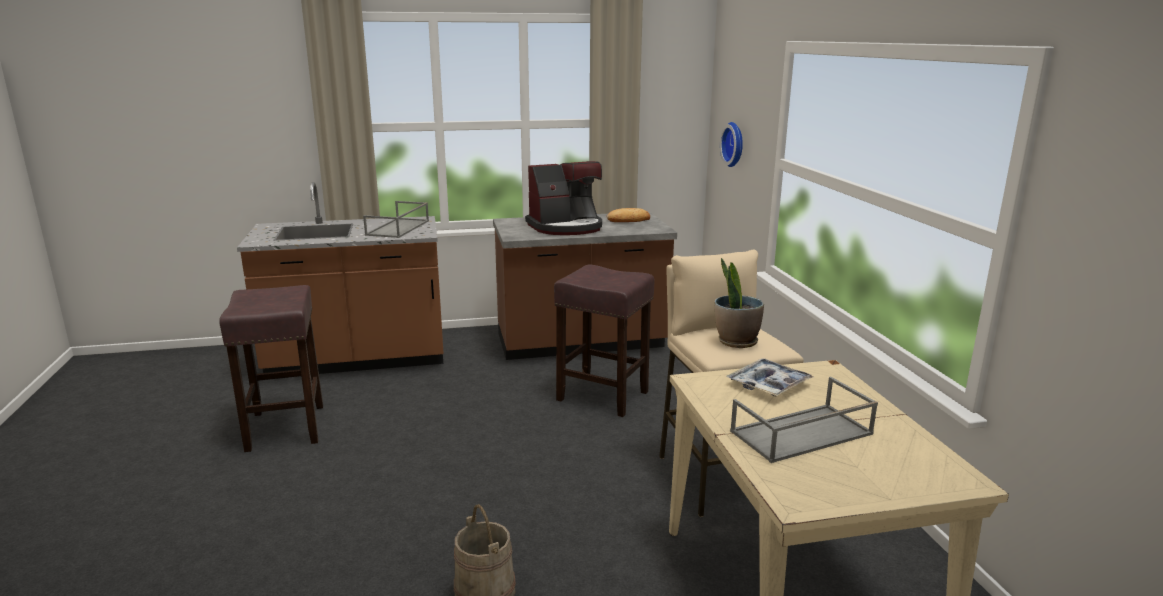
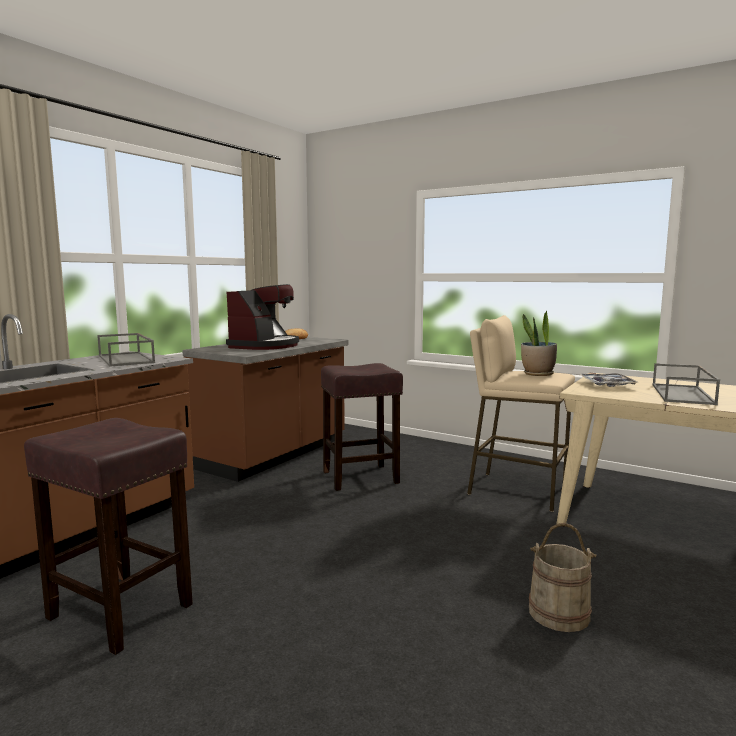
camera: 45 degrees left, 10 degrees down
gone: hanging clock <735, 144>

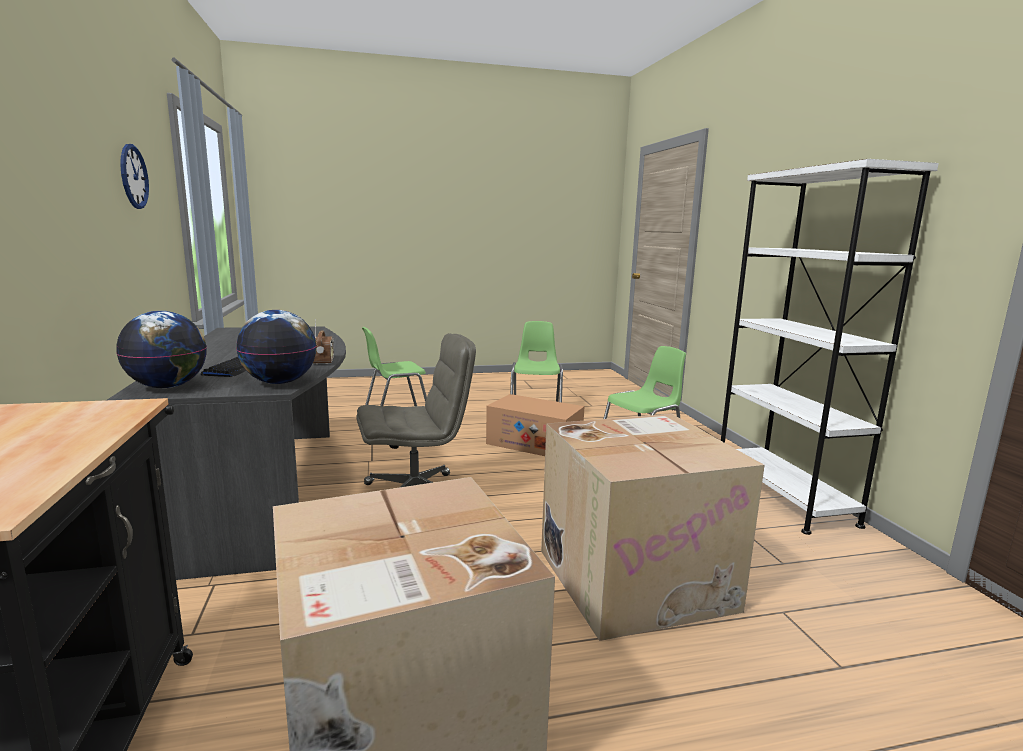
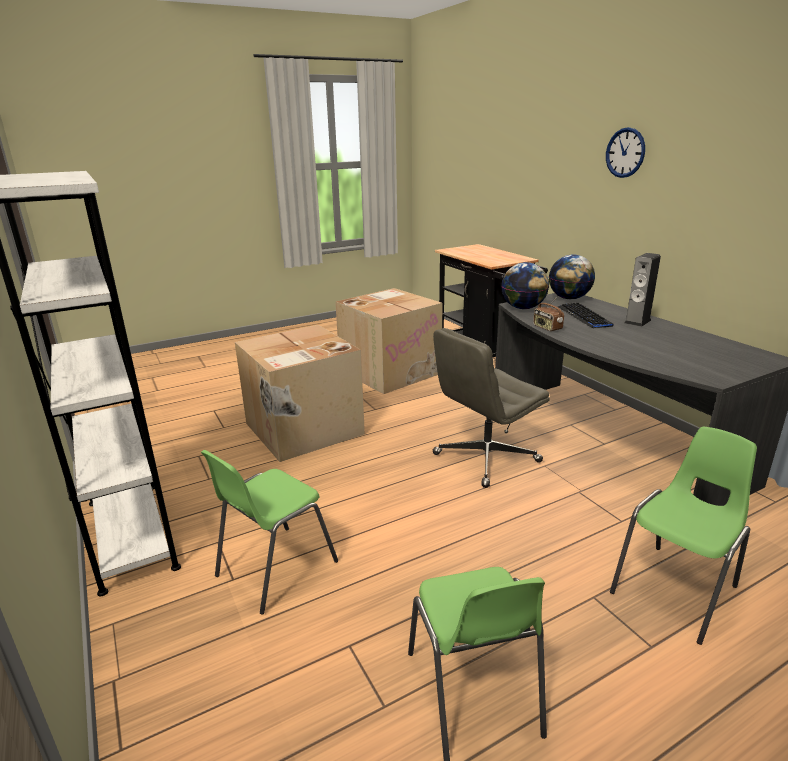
camera: 165 degrees right, 10 degrees up
gone: packing box <534, 443>
new: loudspeaker <637, 321>
shifted: hanging clock <133, 176> to <625, 152>

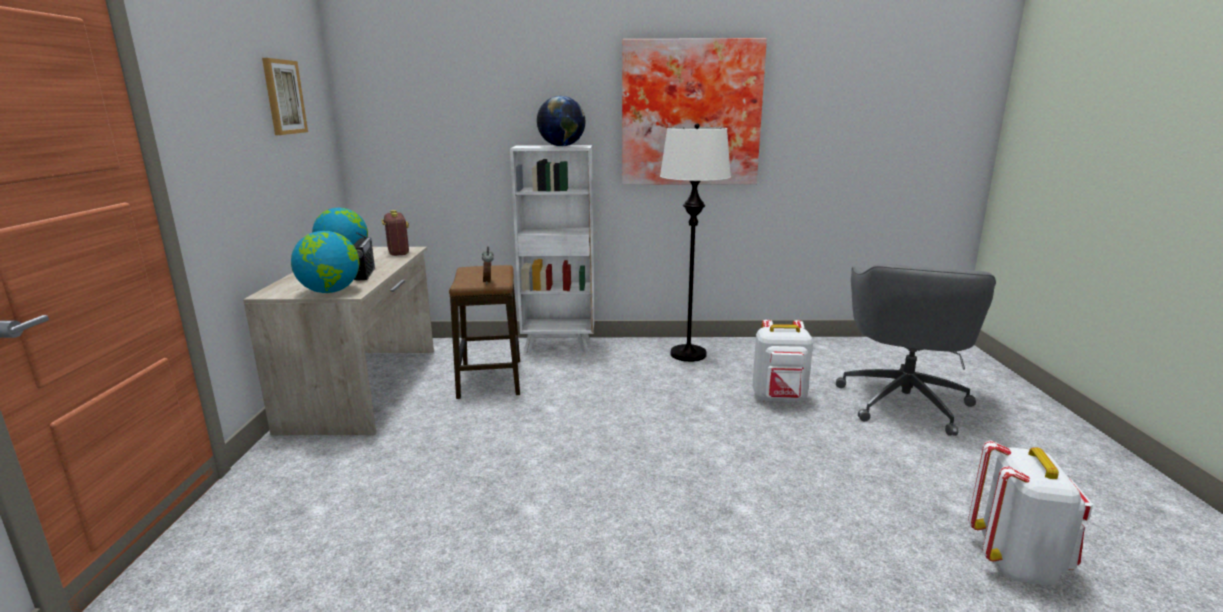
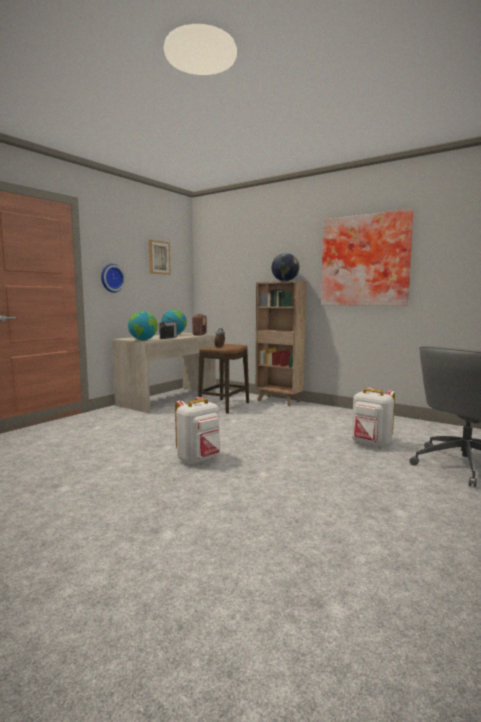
camera: 35 degrees right, 10 degrees down
gone: floor lamp (white-coloured) <688, 354>
new: hanging clock <111, 278>
shifted: knapsack (white-coloured) <1017, 562> to <199, 460>
repainted: bookcase (white-coloured) <559, 345> to bookcase (brown) <279, 401>

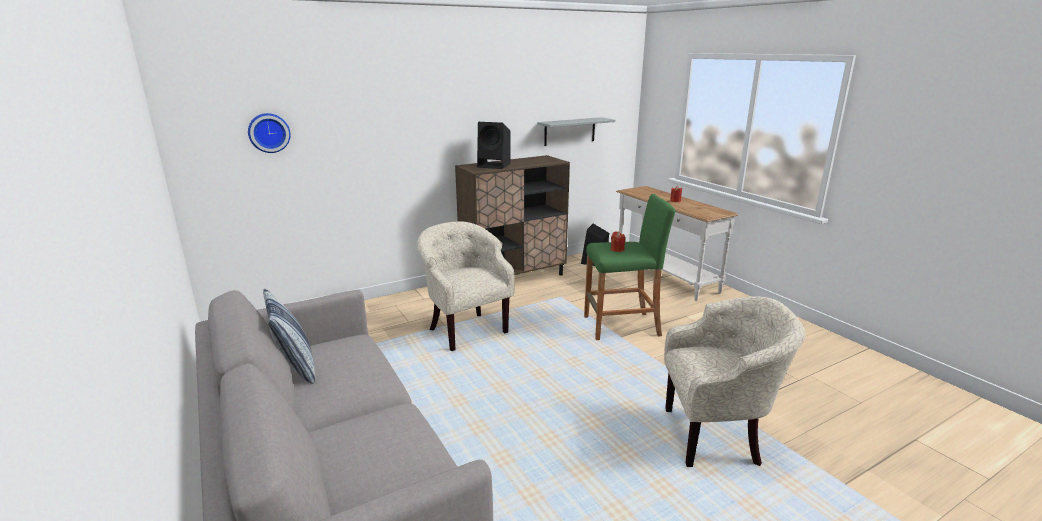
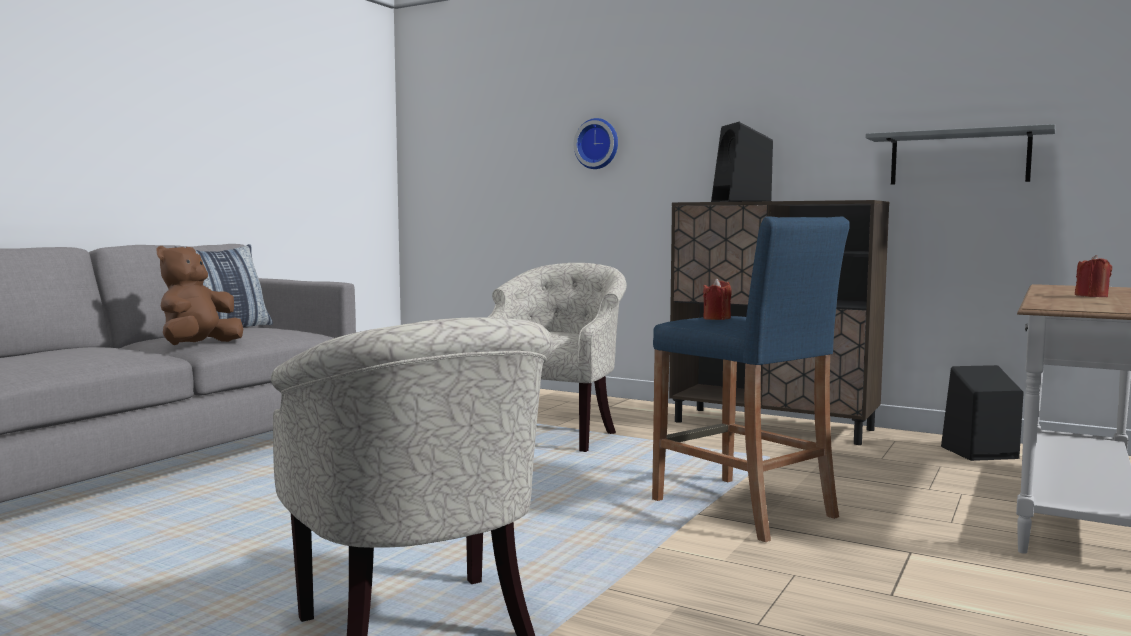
camera: 60 degrees right, 15 degrees down
new: plush toy (brown) <198, 346>
shifted: hanging clock <269, 132> to <597, 144>
repainted: sitting stool (green-coloured) <621, 326> to sitting stool (bluish) <742, 509>

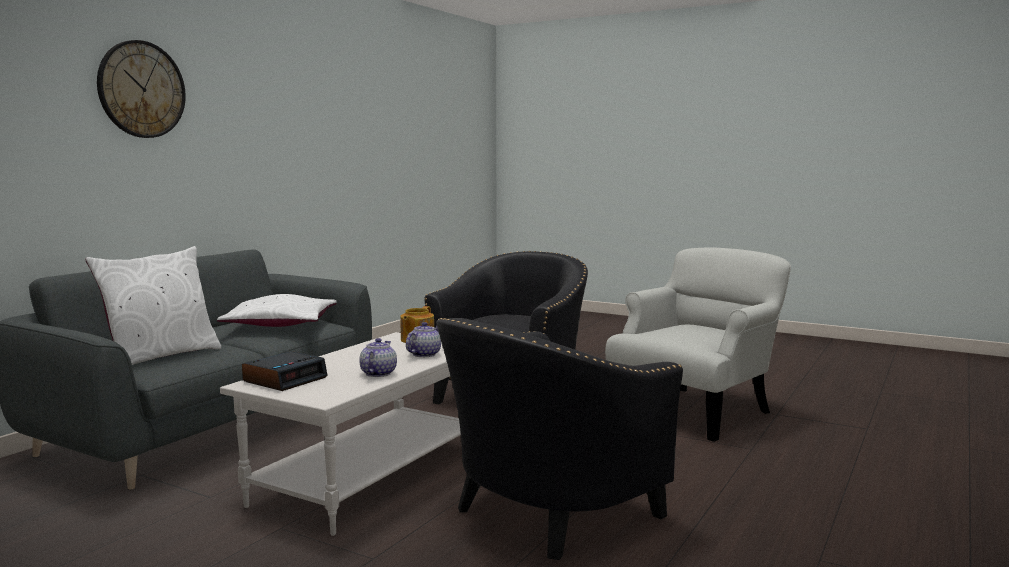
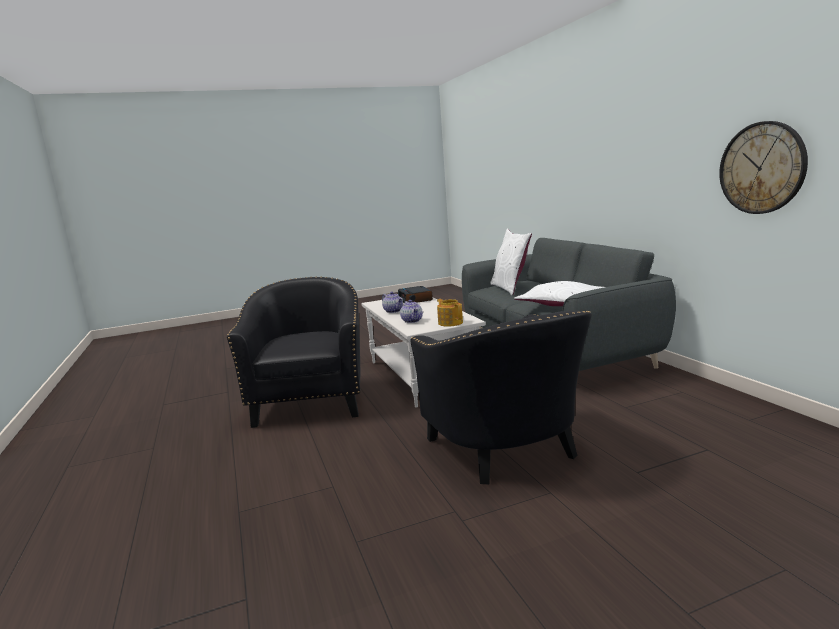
camera: 130 degrees right, 5 degrees up
gone: easy chair (white-coloured) <695, 410>
shifted: hanging clock <141, 89> to <762, 168>

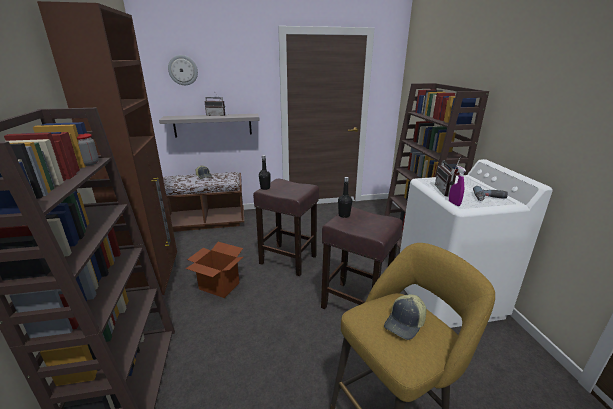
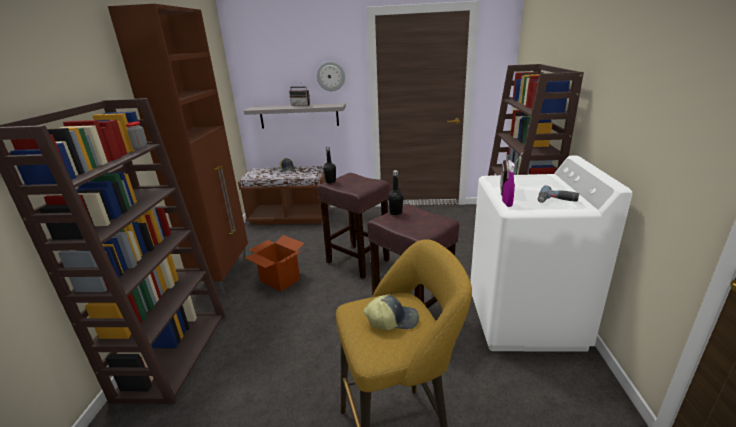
camera: 15 degrees right, 0 degrees up
shifted: hanging clock <183, 70> to <331, 76>
rotated: peaked cap <405, 323> = <392, 319> 150 degrees counterclockwise

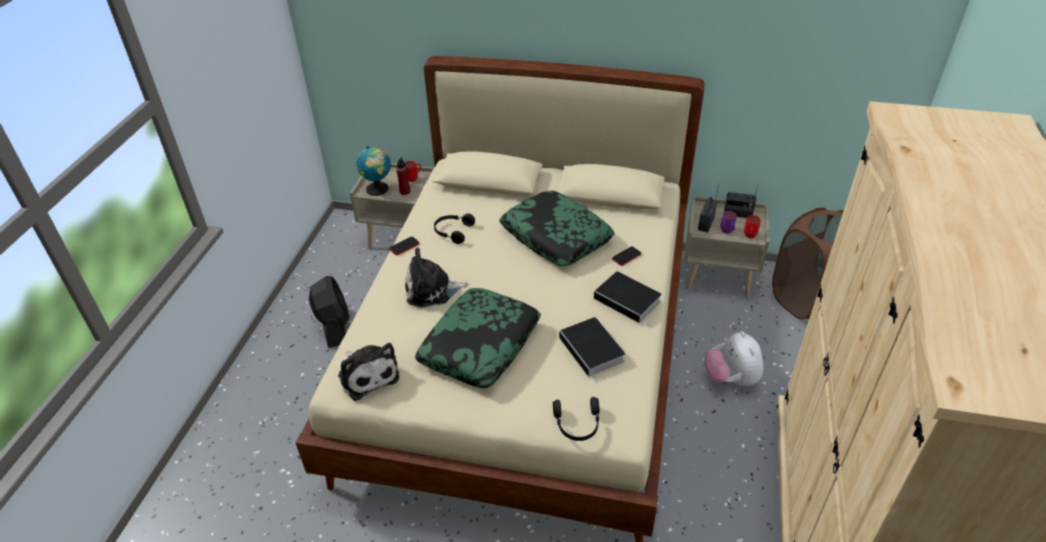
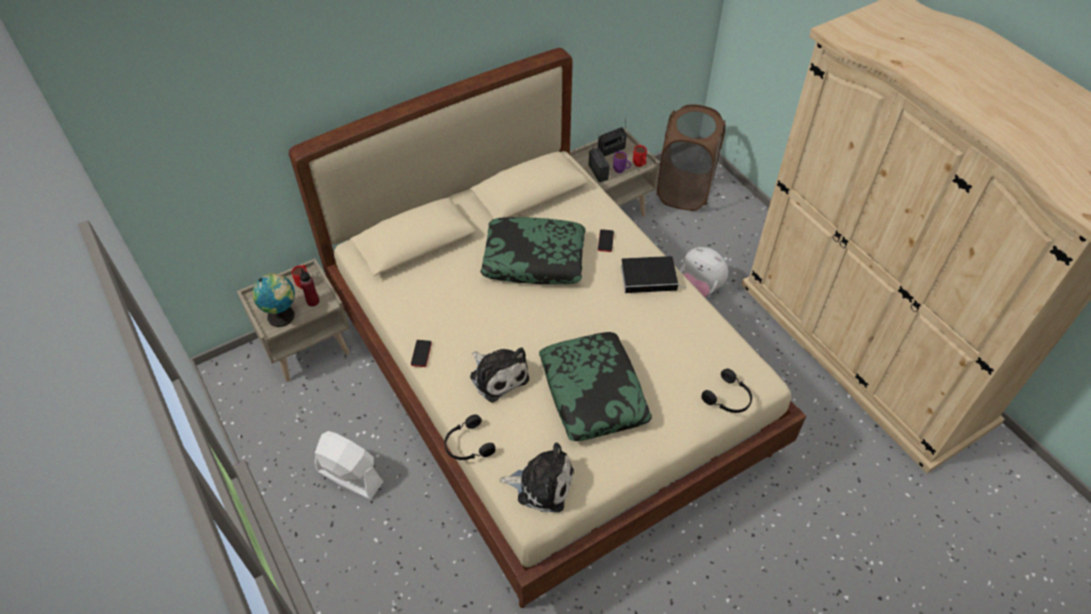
camera: 45 degrees left, 10 degrees up
gone: bound book <593, 350>
shifted: headset (black) <452, 231> to <467, 445>
repainted: electric fan (black) <334, 326> to electric fan (white-coloured) <349, 476>
rotated: plush toy <432, 290> = <497, 375> 75 degrees counterclockwise

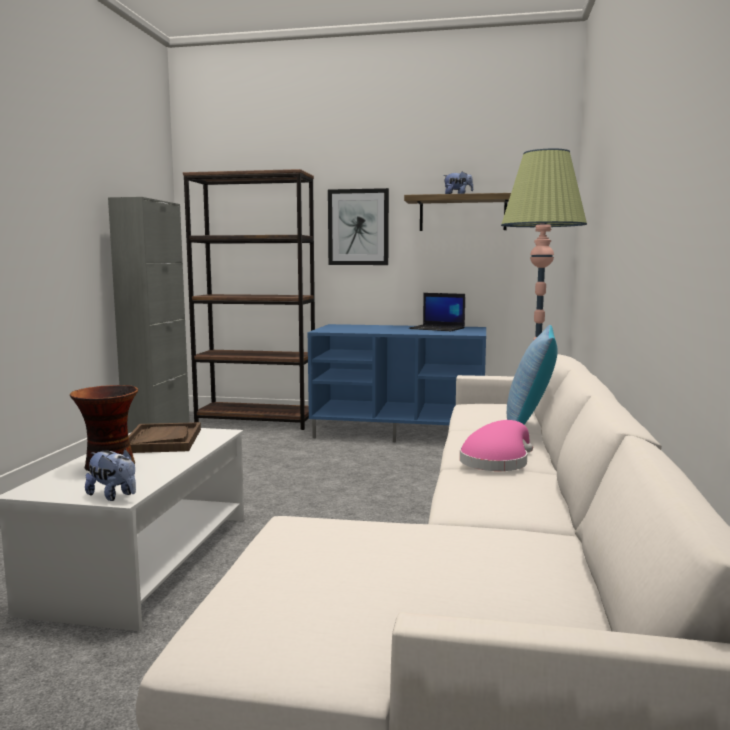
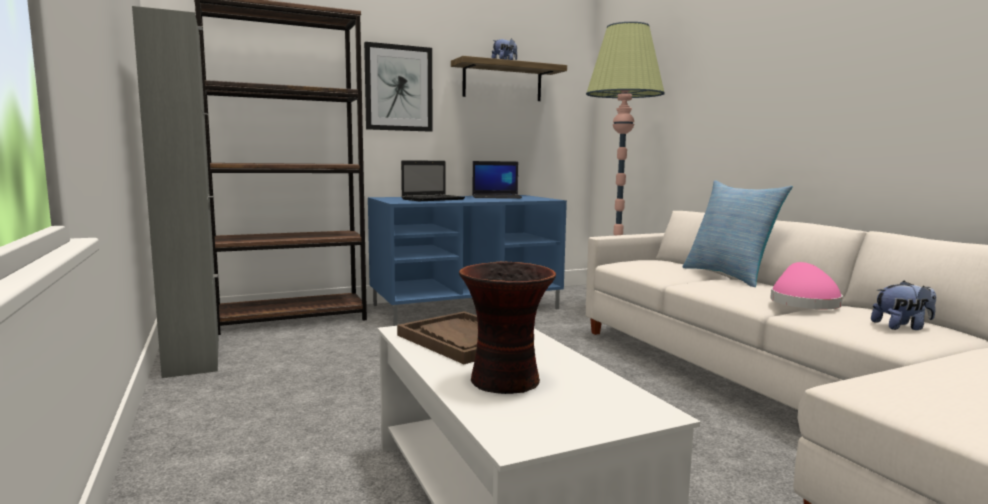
camera: 35 degrees left, 0 degrees up
new: portable computer <434, 199>
shifted: plush toy <113, 496> to <902, 327>

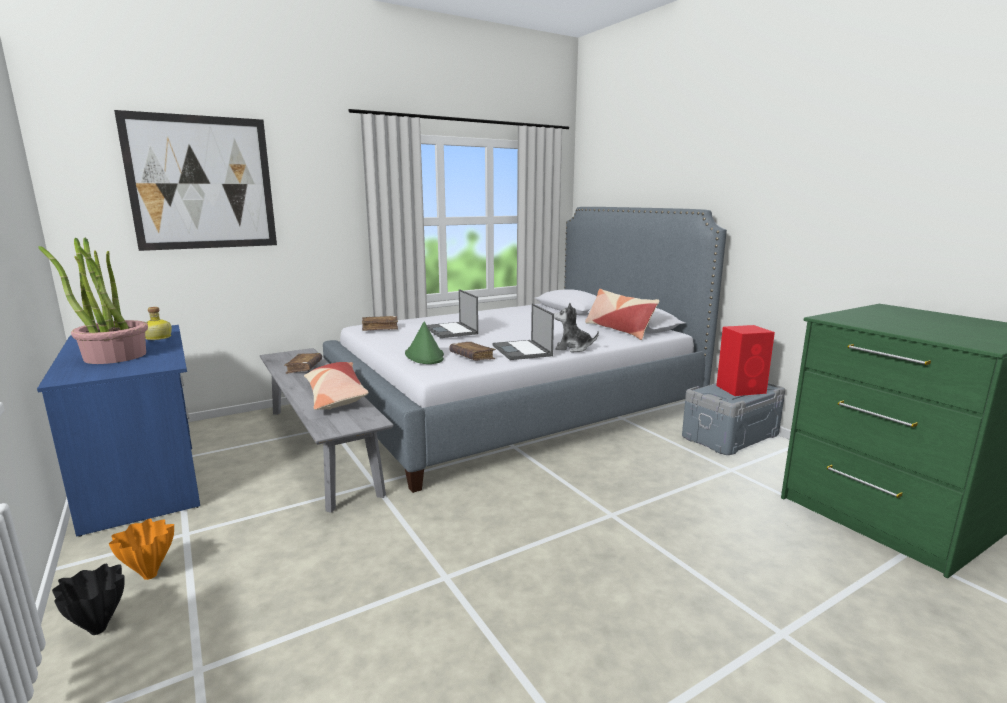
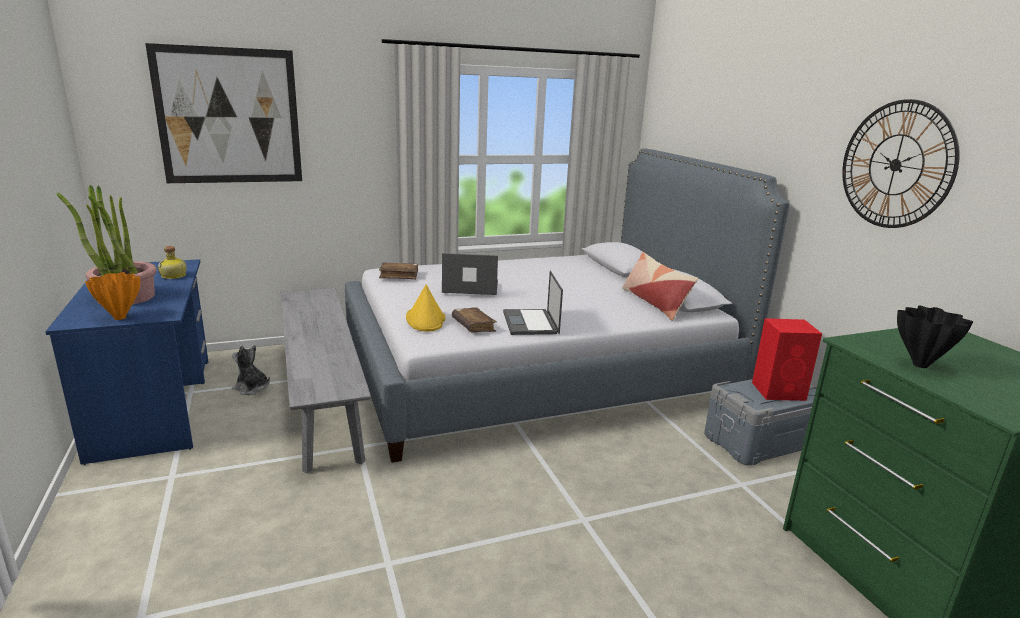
camera: 10 degrees right, 5 degrees up
gone: bound book (brown) <304, 368>; throw pillow <335, 396>
new: hanging clock <896, 165>
shifted: flower vase (black) <99, 630> to <921, 365>; flower vase (orangey) <150, 575> to <120, 317>; plush toy <573, 348> to <252, 388>
repainted: wearable hat (green-coloured) <424, 356> to wearable hat (yellow) <426, 319>
rotated: portable computer <451, 331> = <469, 287> 105 degrees clockwise

